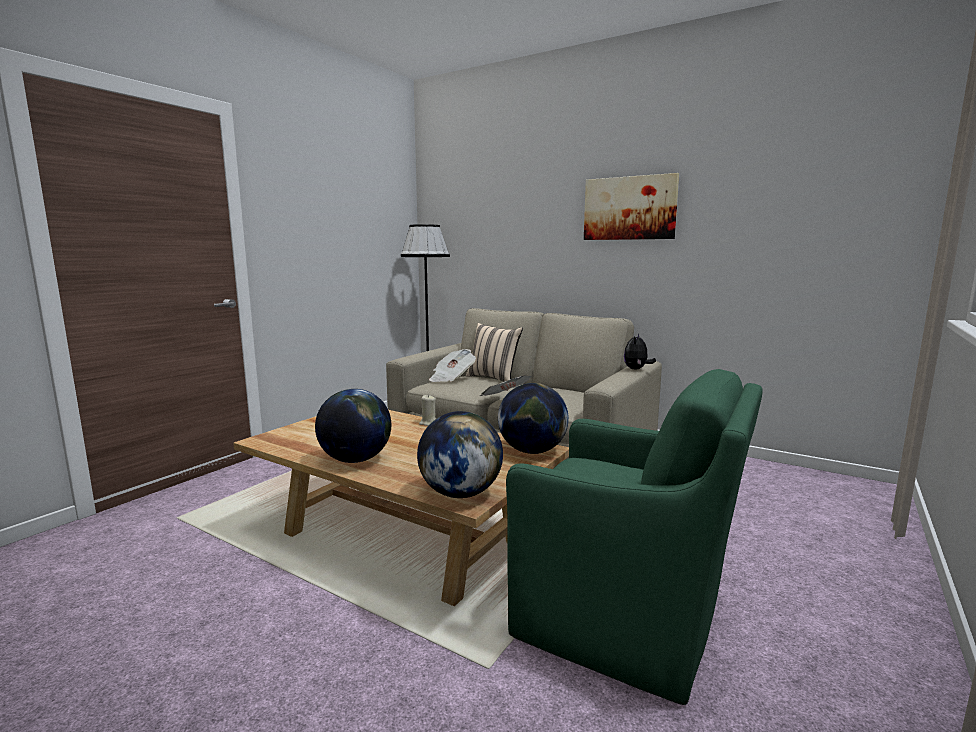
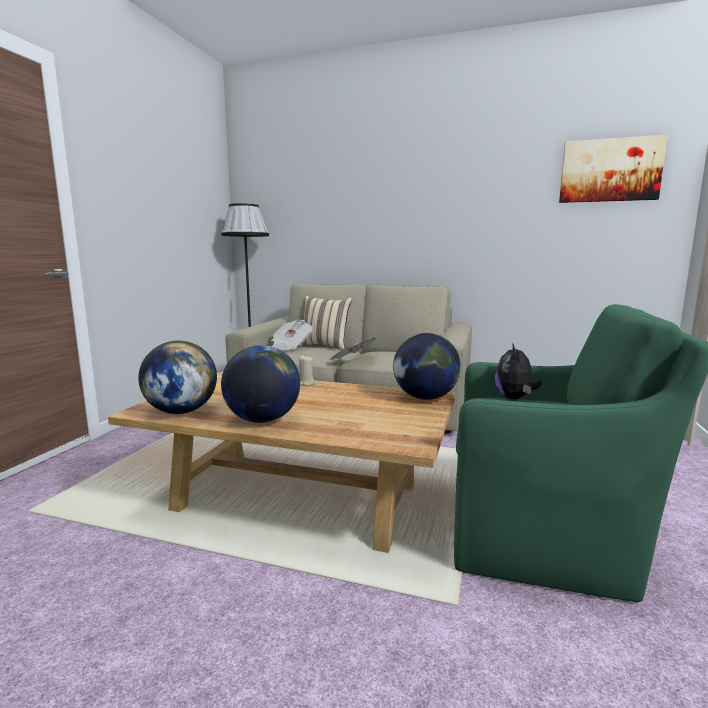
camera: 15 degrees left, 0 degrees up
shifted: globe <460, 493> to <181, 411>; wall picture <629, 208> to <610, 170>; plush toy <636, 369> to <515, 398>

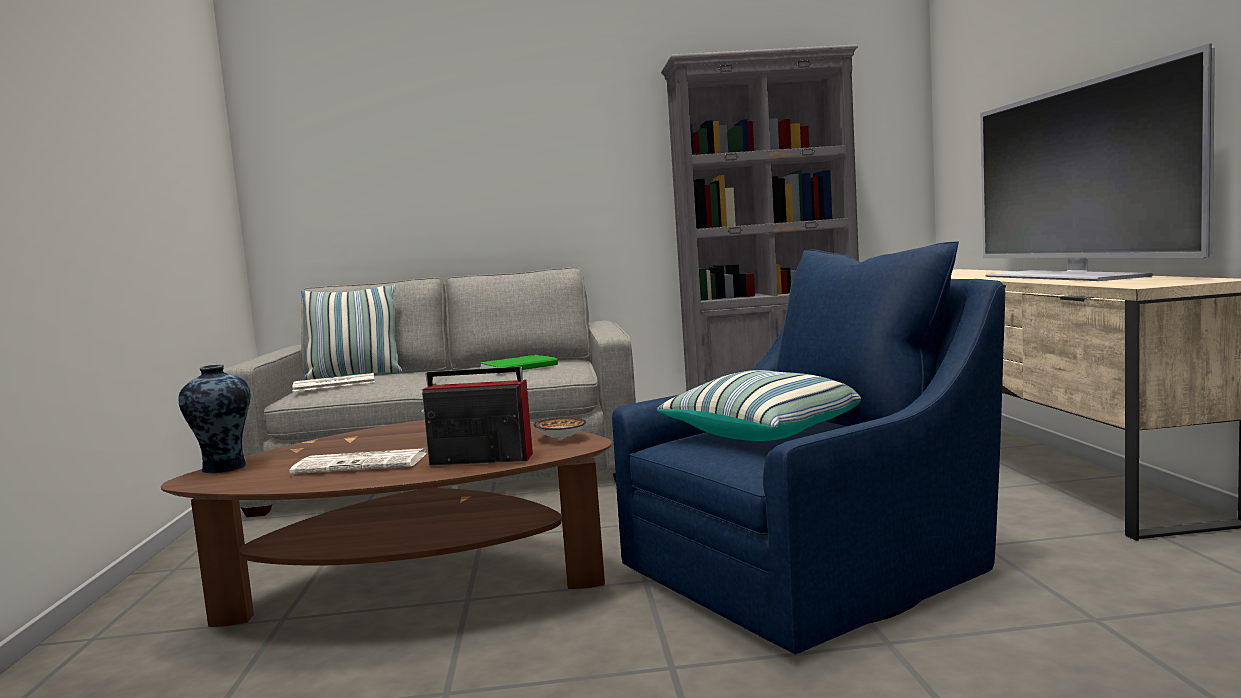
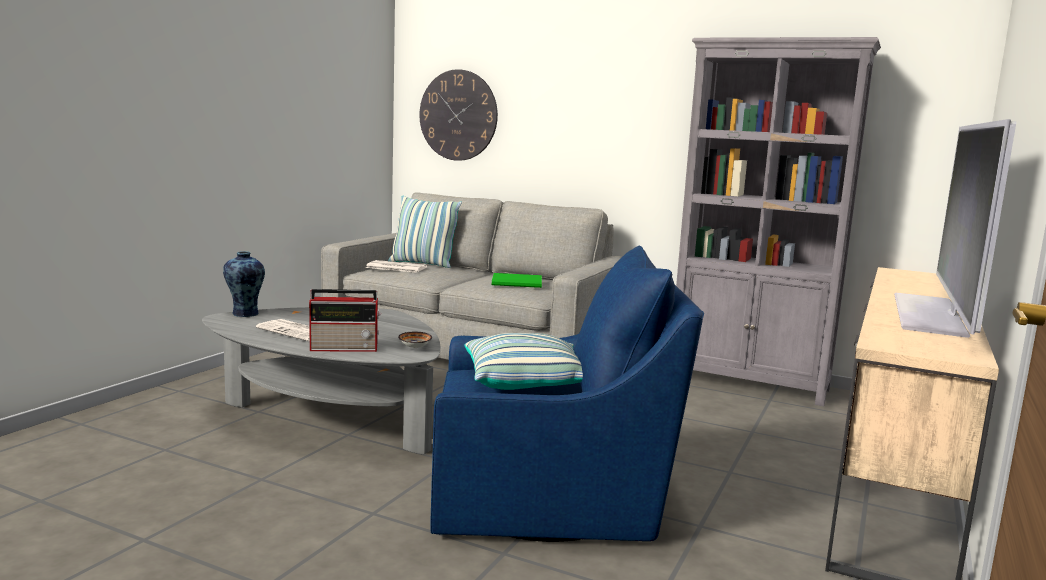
camera: 30 degrees right, 5 degrees up
new: hanging clock <458, 115>
repainted: lounge table (brown) <415, 592> to lounge table (greyish) <331, 420>
rotated: radio set <478, 460> = <346, 348> 135 degrees clockwise

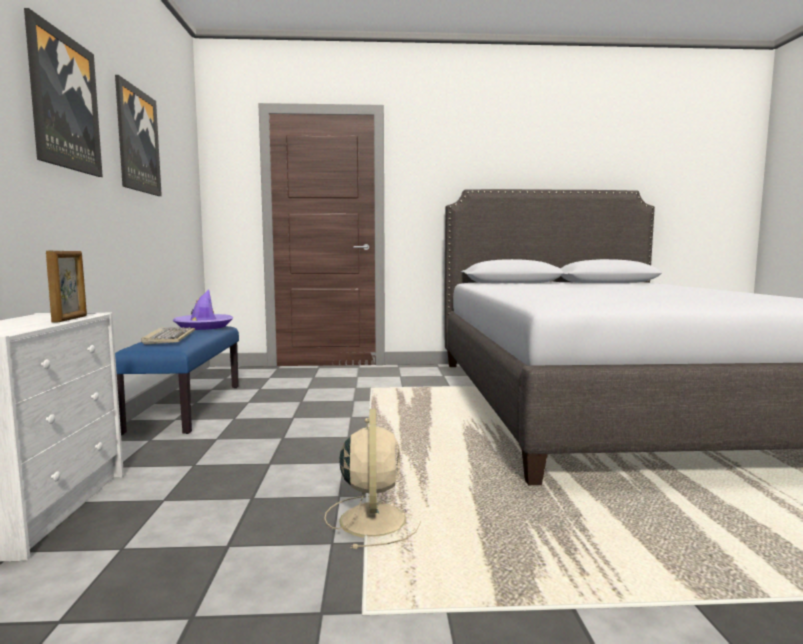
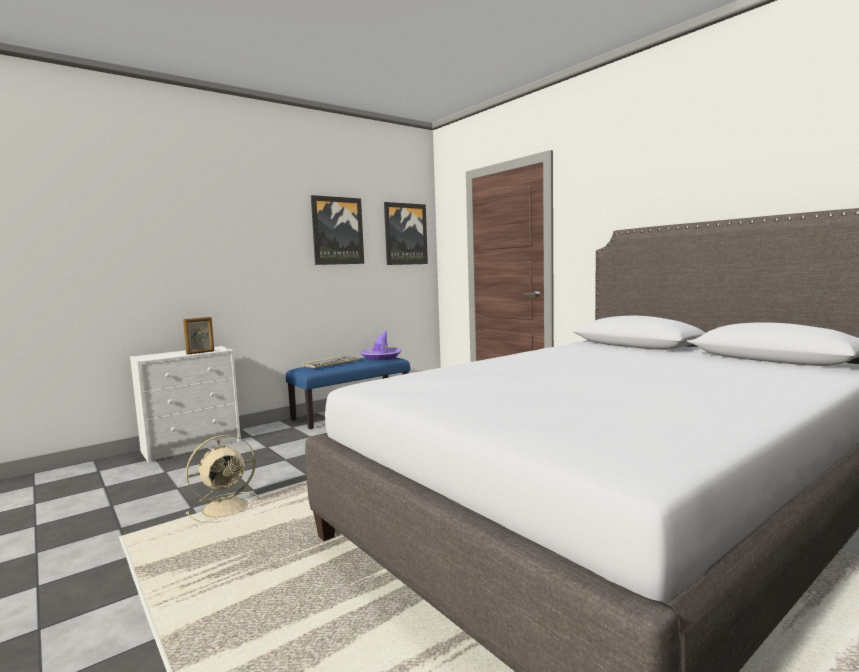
camera: 55 degrees right, 0 degrees up
shifted: wall picture <63, 102> to <405, 234>

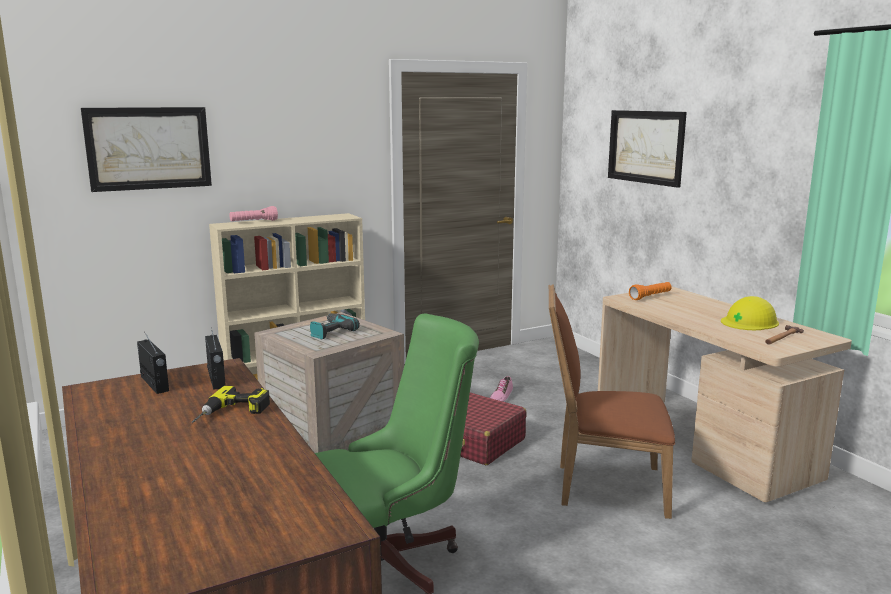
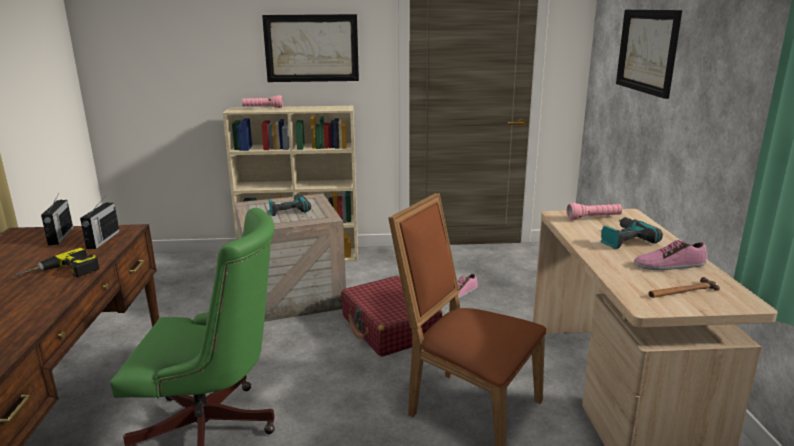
camera: 25 degrees right, 5 degrees up
new: electric drill <624, 240>
shifted: wall picture <148, 148> to <311, 48>
swapped: safety helmet (yellow) <749, 322> to item of footwear <669, 265>
repainted: hand torch (orangey) <650, 297> to hand torch (pink) <593, 218>

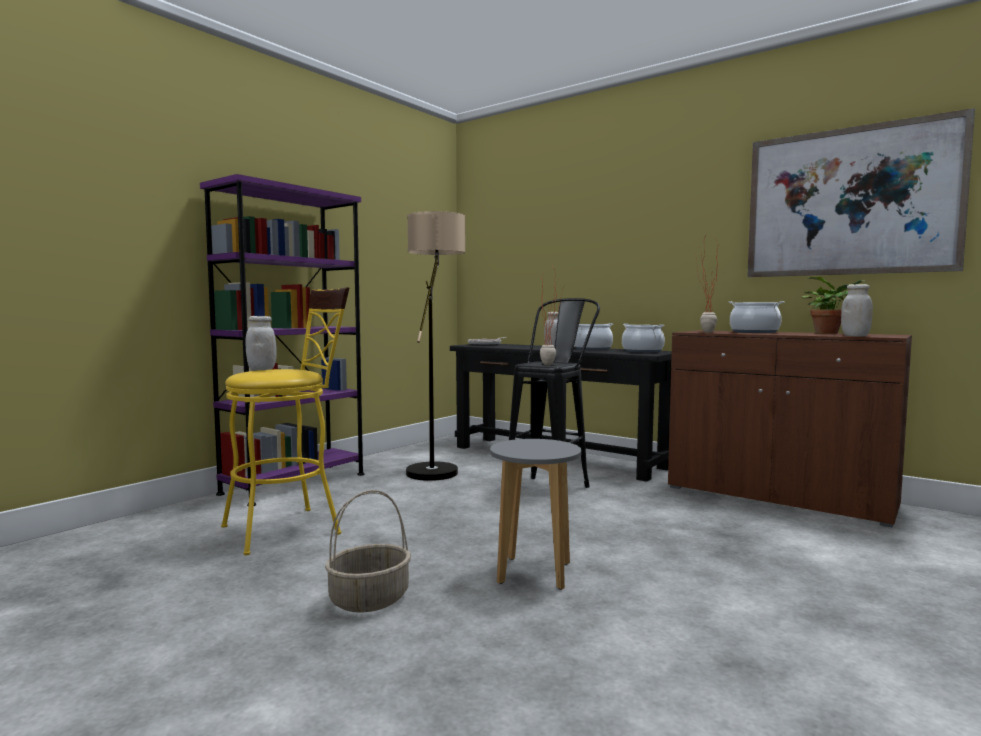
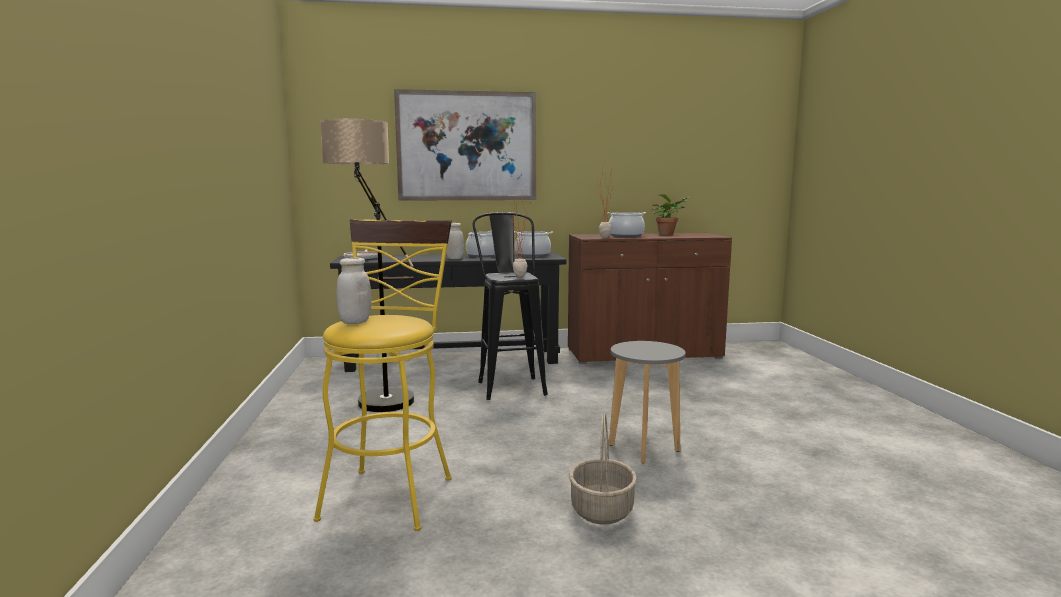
camera: 45 degrees left, 5 degrees up
gone: bookcase (purple-coloured) <294, 484>; jar (white-coloured) <855, 336>
shifted: wall picture <849, 201> to <467, 146>

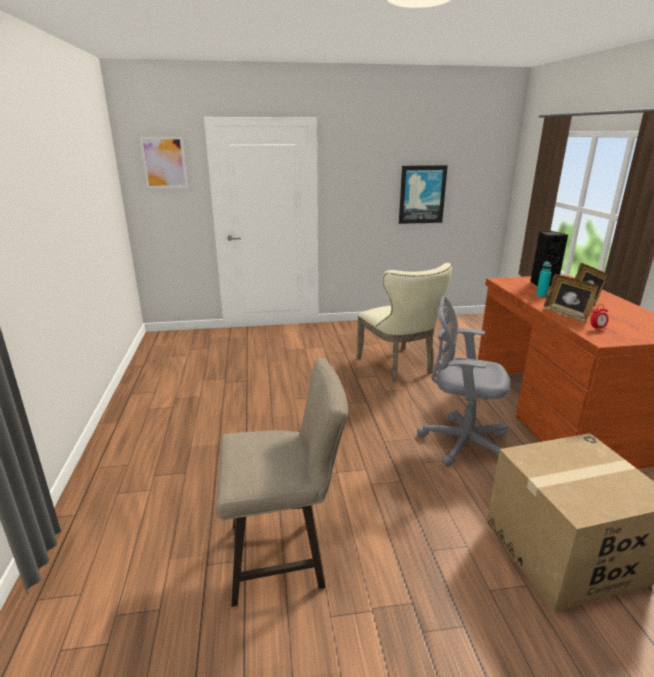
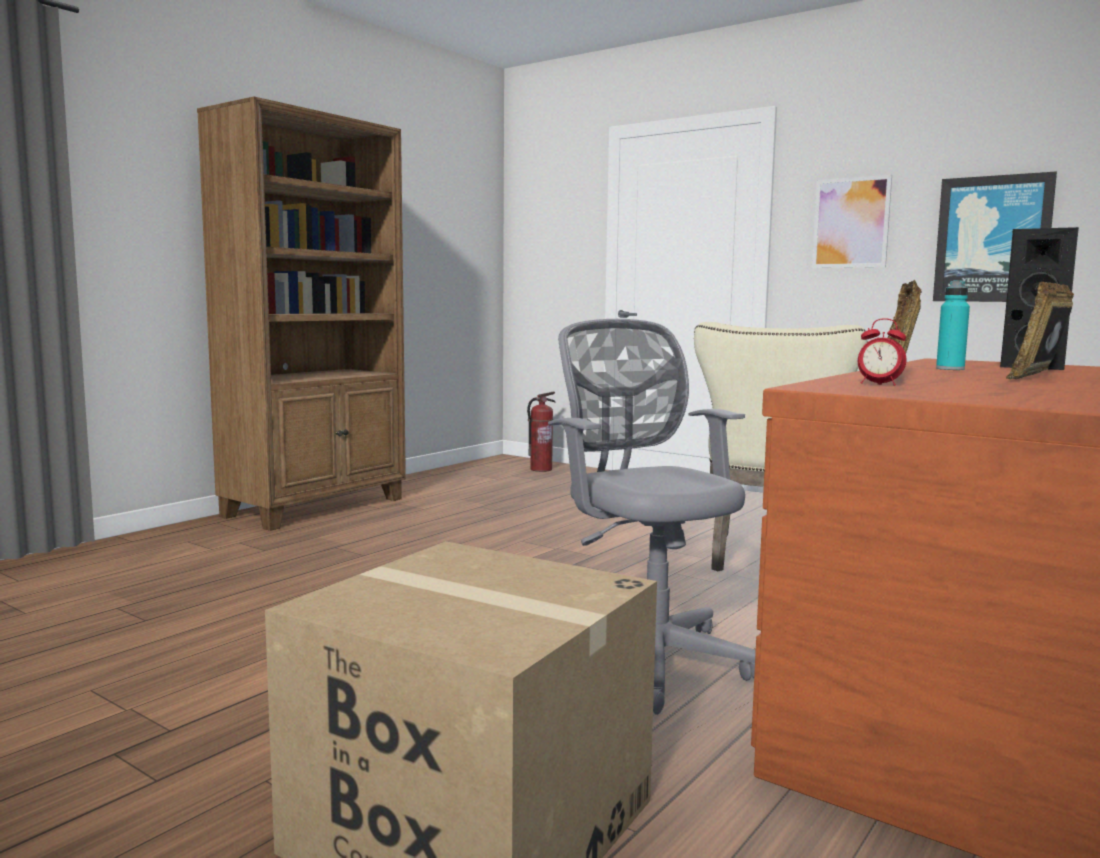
camera: 45 degrees right, 15 degrees down
gone: sitting stool (sand-coloured) <285, 556>
new: bookcase (brown) <317, 507>; fire extinguisher <541, 469>
shifted: wall picture <164, 162> to <851, 223>

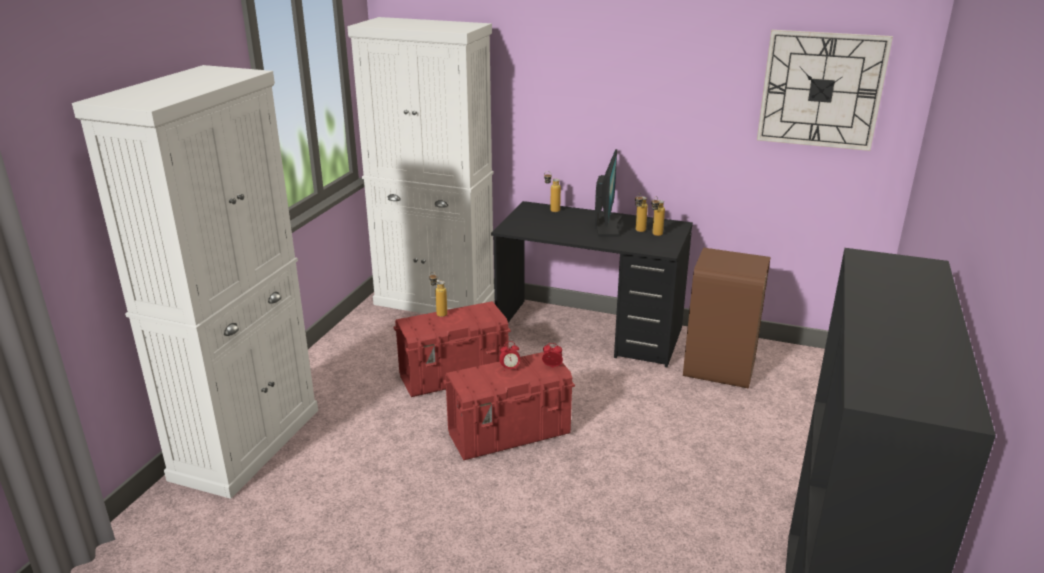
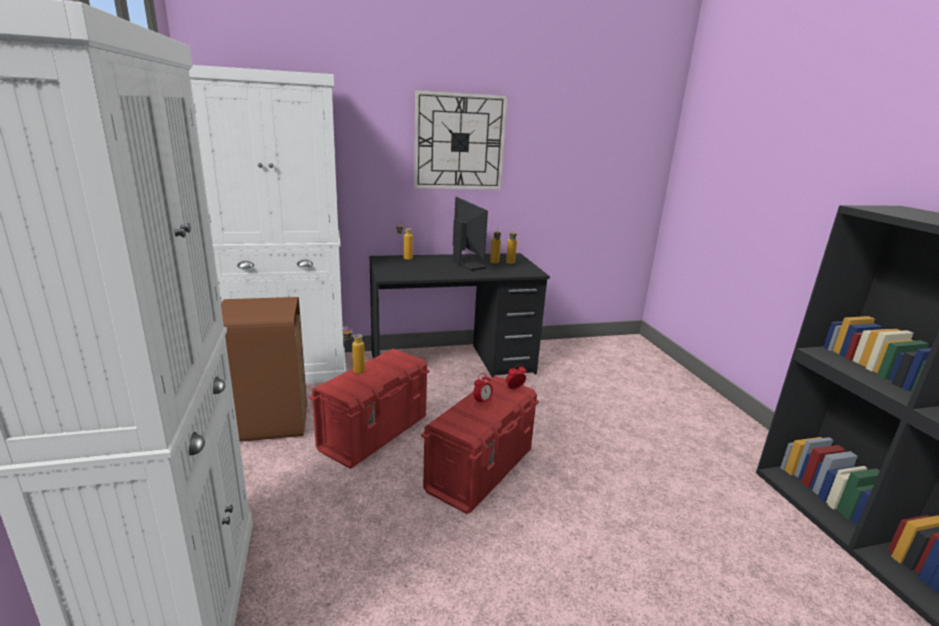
camera: 35 degrees left, 5 degrees down
shifted: trash can (brown) <718, 368> to <270, 423>; hanging clock <821, 90> to <459, 142>

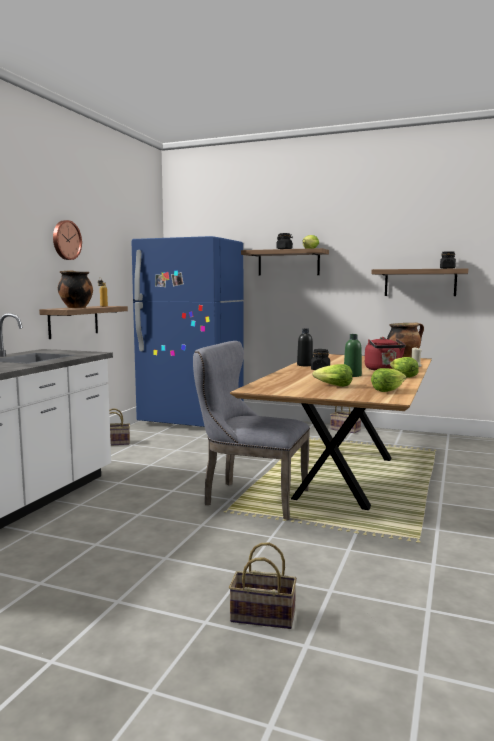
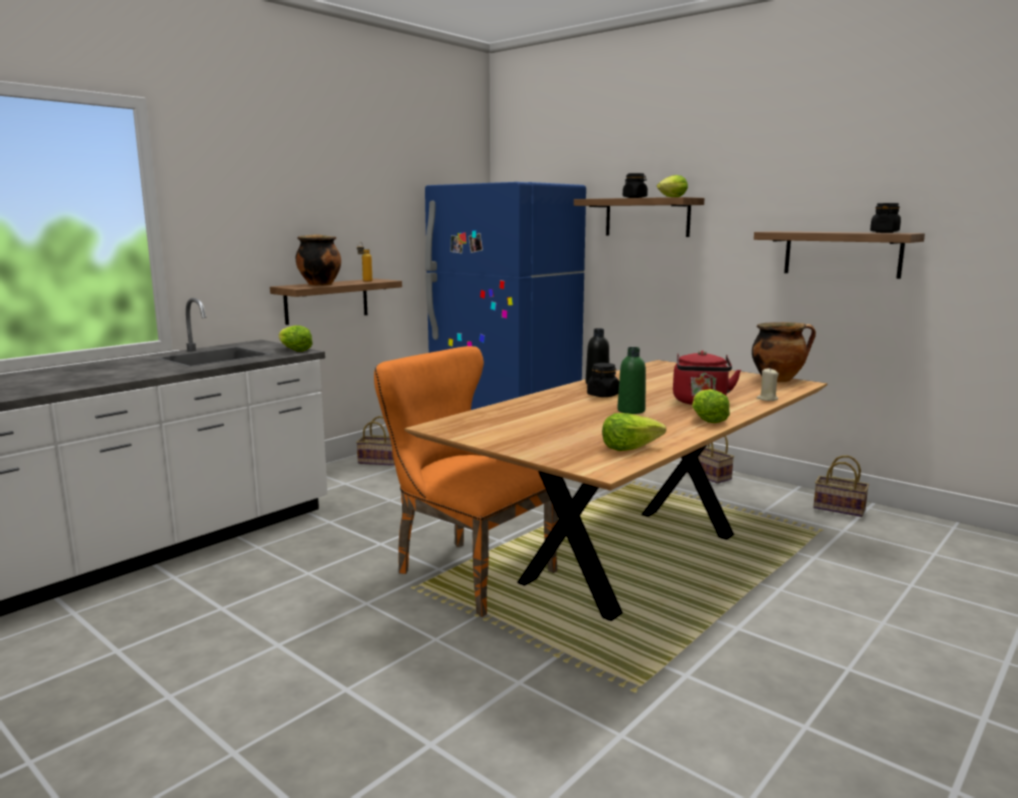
camera: 20 degrees right, 5 degrees up
gone: hanging clock <65, 240>
shifted: basket <261, 617> to <837, 509>; lettuce head <333, 386> to <294, 350>
repainted: plain chair (greyish) <249, 498> to plain chair (orangey) <465, 571>

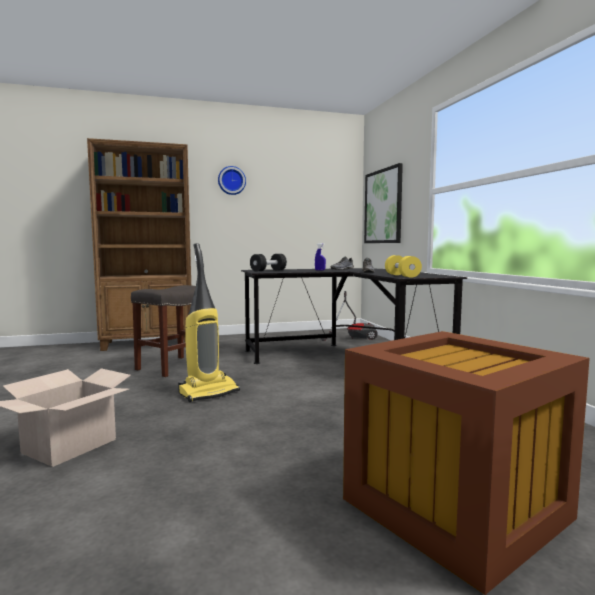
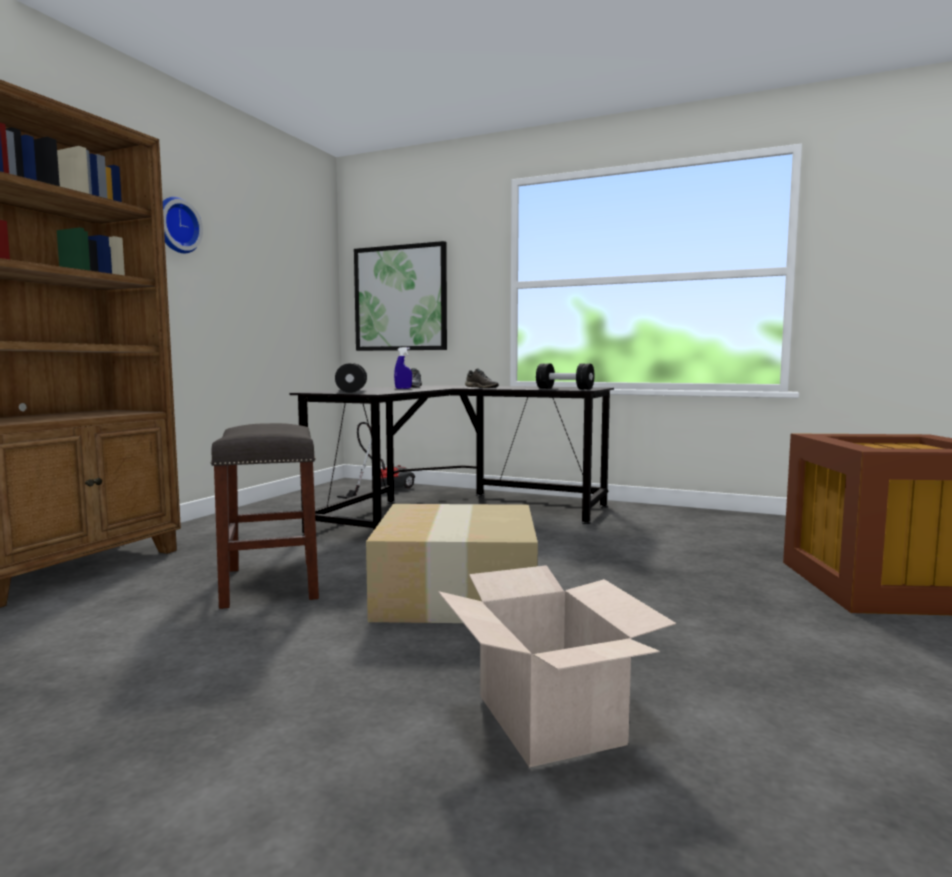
camera: 50 degrees left, 0 degrees up
swapped: vacuum <209, 392> to packing box <454, 591>
repainted: free weight (yellow) <402, 276> to free weight (black) <564, 389>

